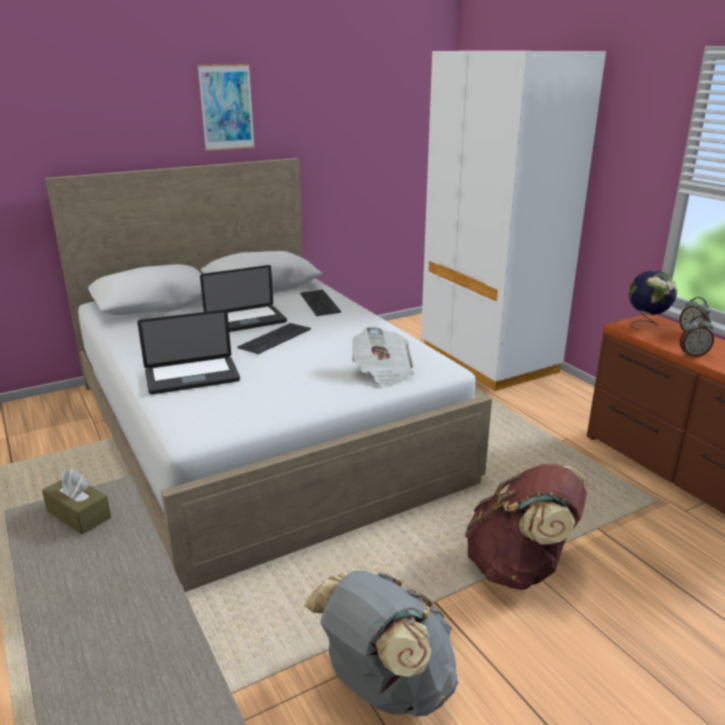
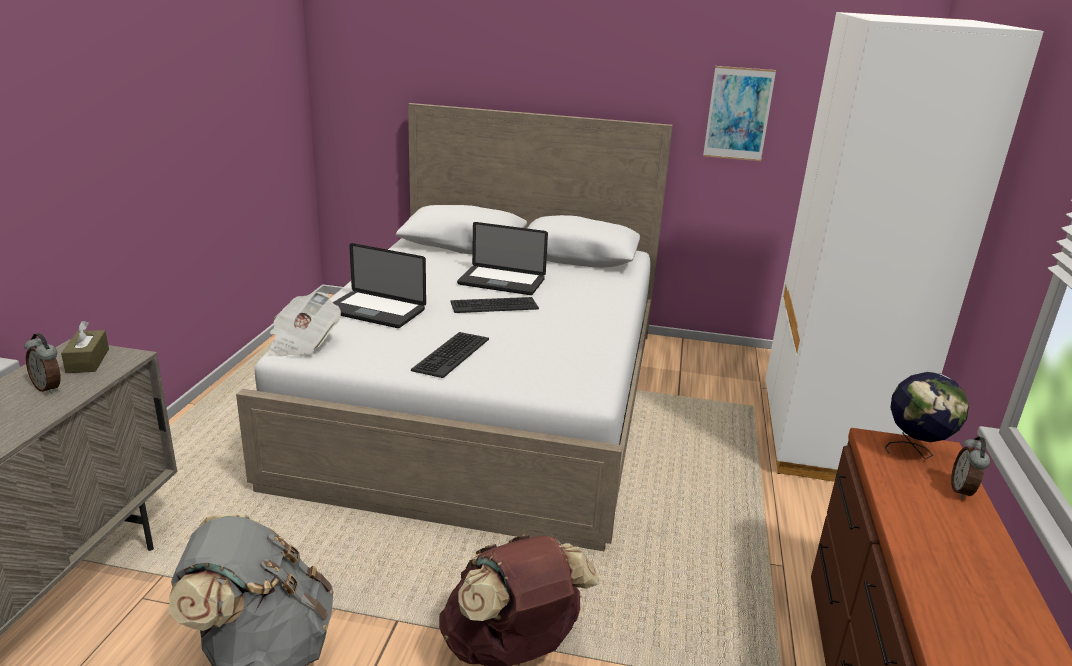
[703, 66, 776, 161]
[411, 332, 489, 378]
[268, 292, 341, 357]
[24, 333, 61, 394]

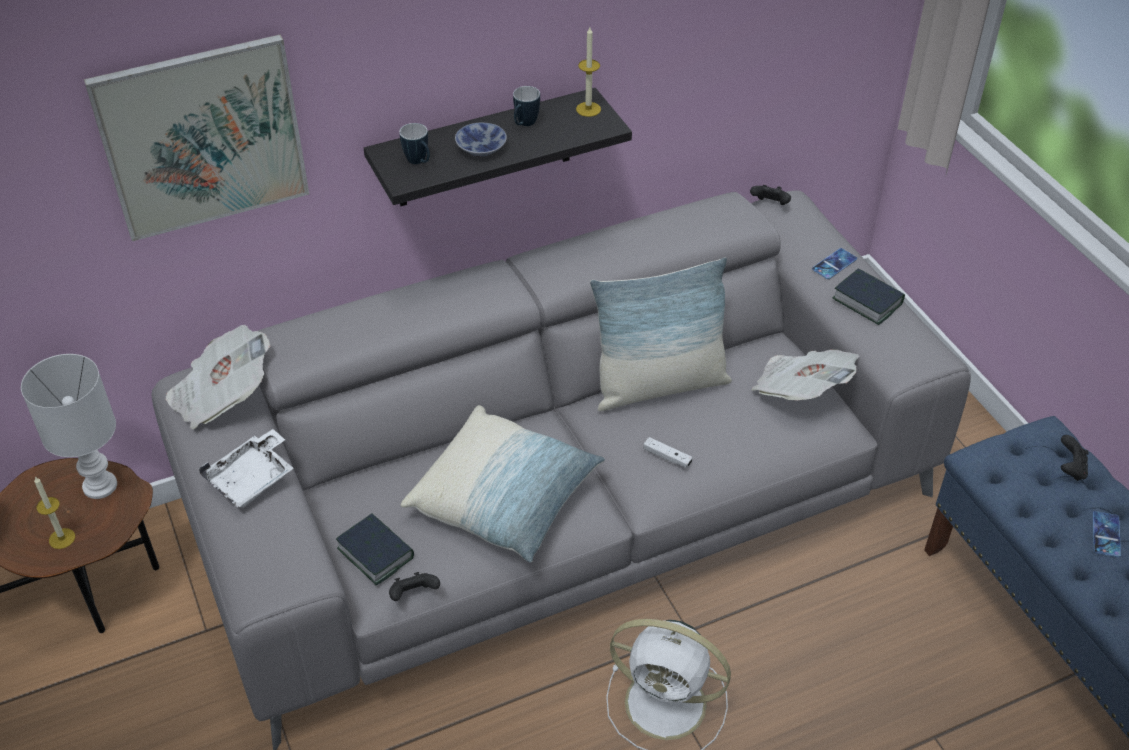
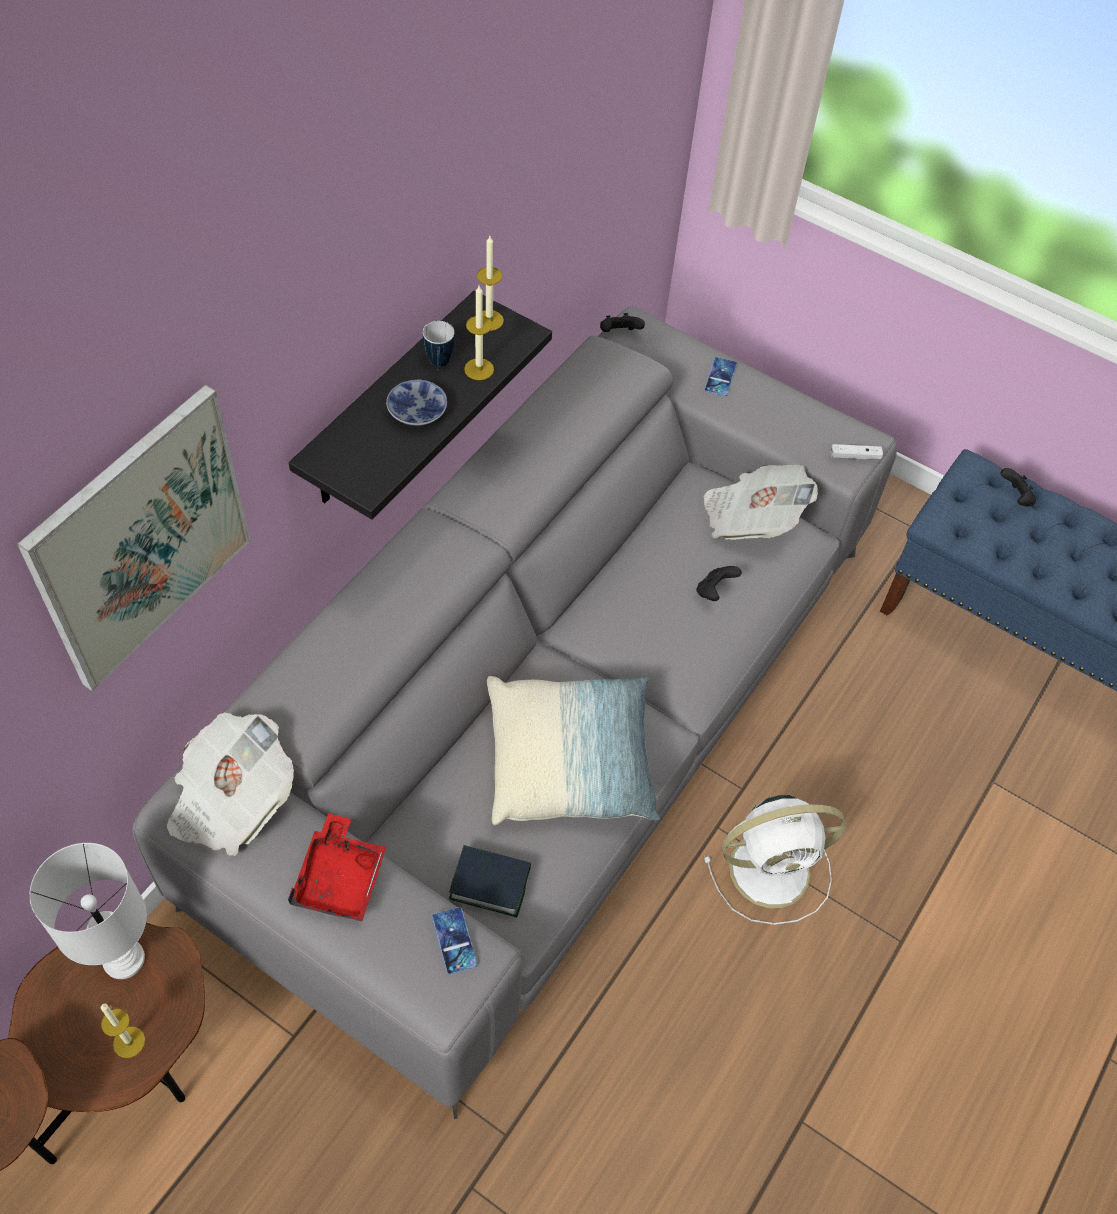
[288, 813, 386, 921]
[696, 566, 742, 601]
[400, 123, 430, 164] (first image)
[590, 258, 732, 411] (first image)
[831, 444, 883, 459]
[833, 268, 905, 325] (first image)
[432, 907, 477, 974]
[464, 286, 494, 380]

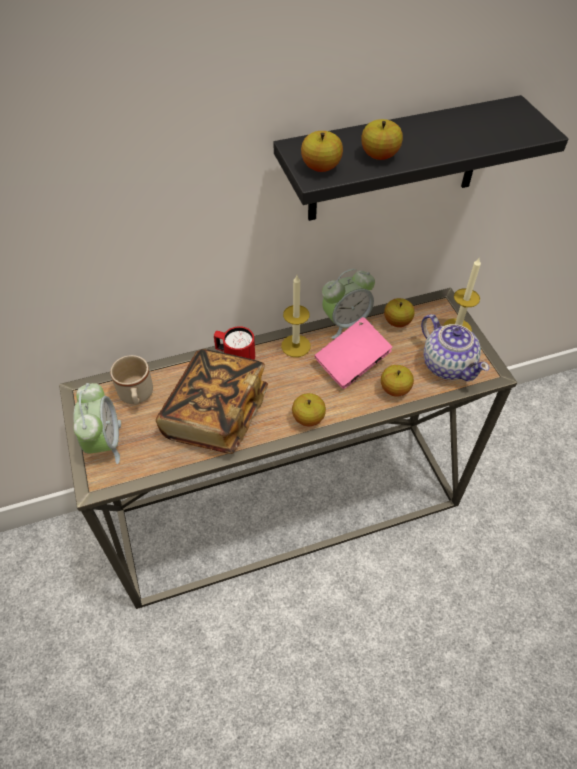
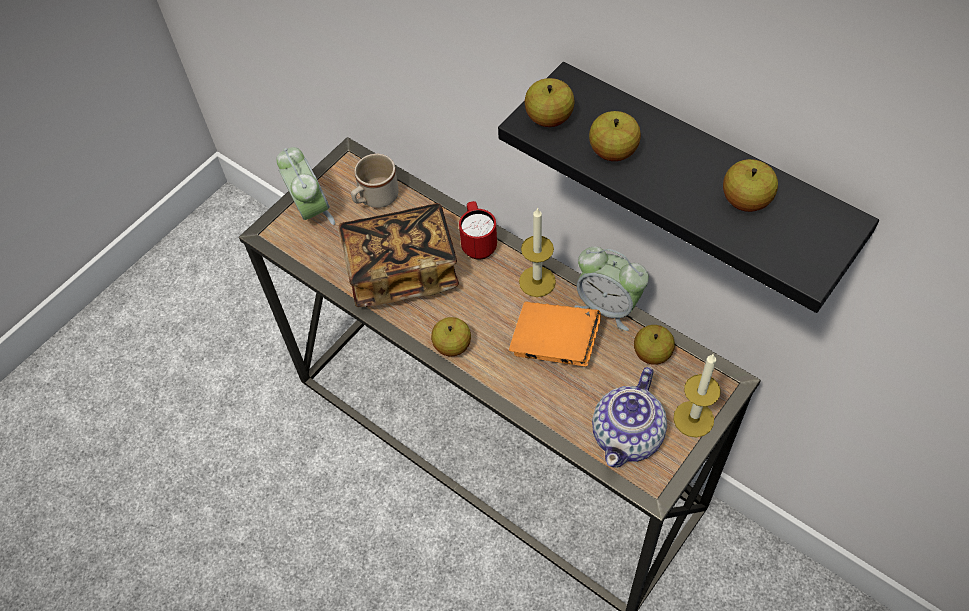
[276, 147, 335, 225]
[509, 302, 601, 366]
[723, 159, 778, 212]

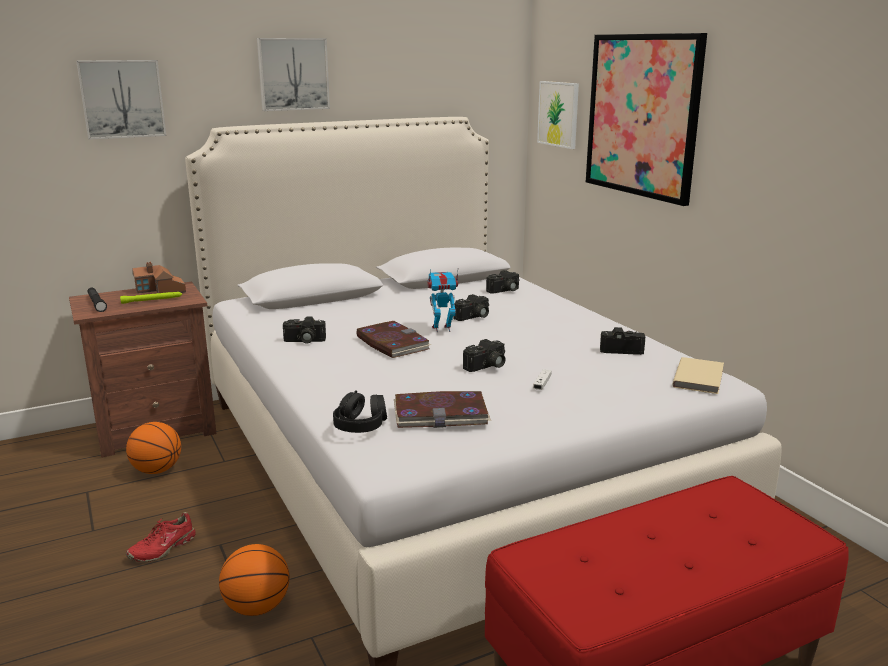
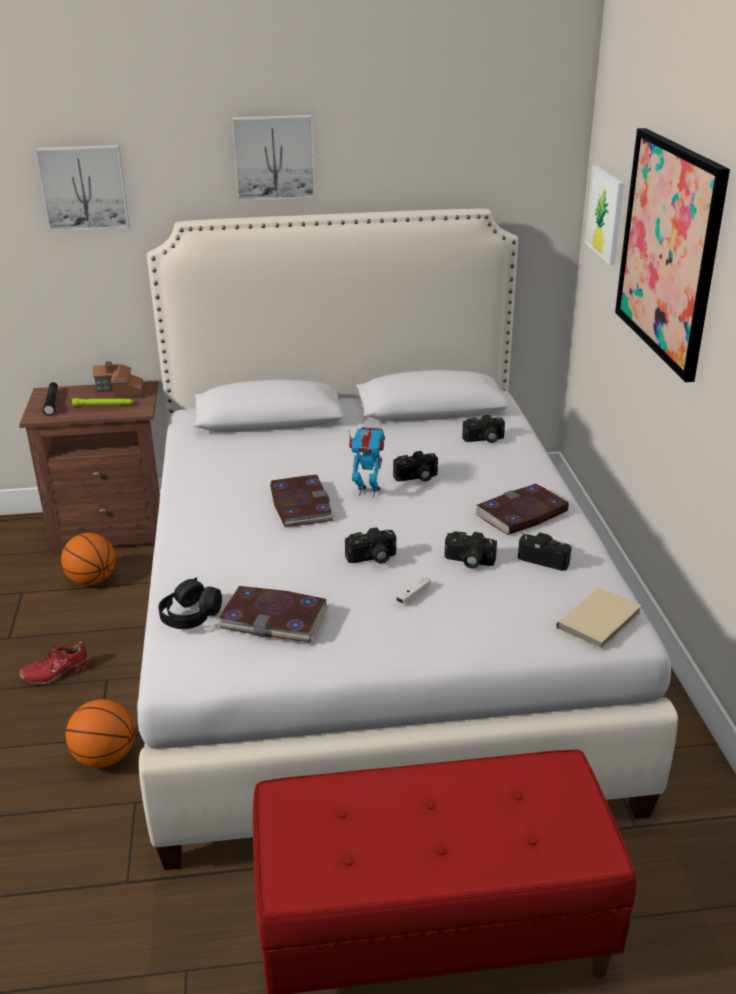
[444, 531, 497, 569]
[475, 484, 569, 535]

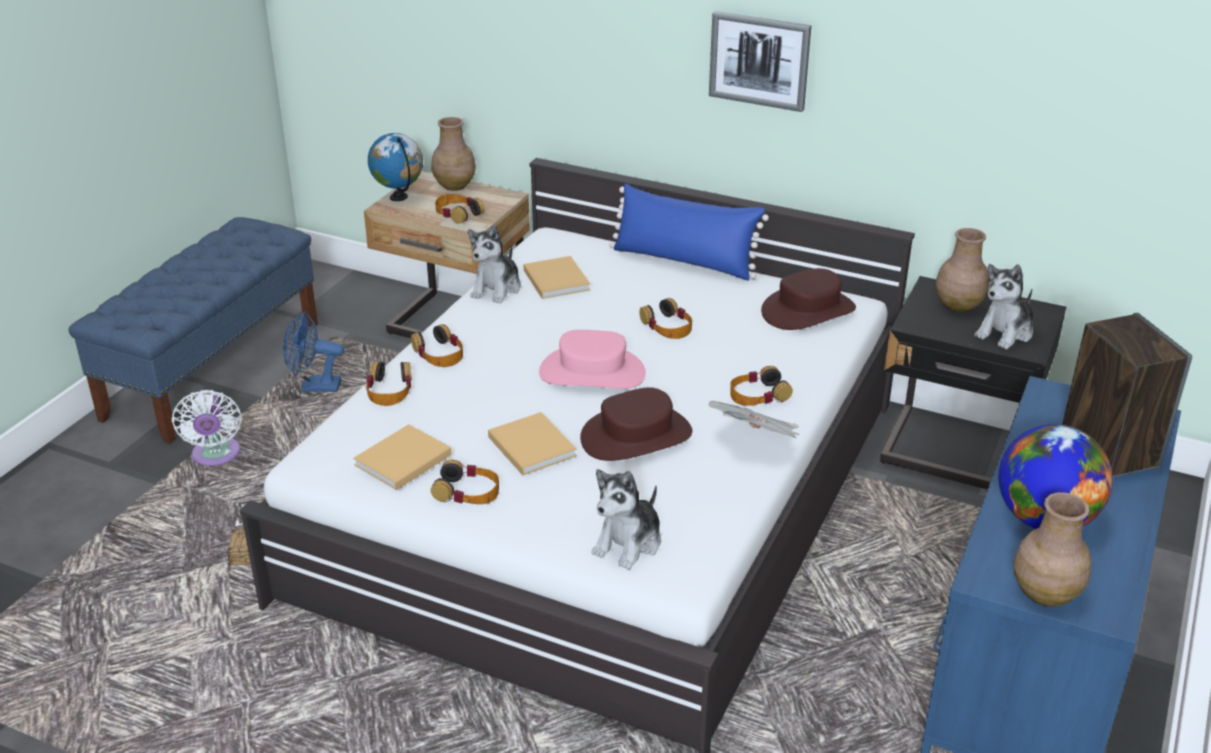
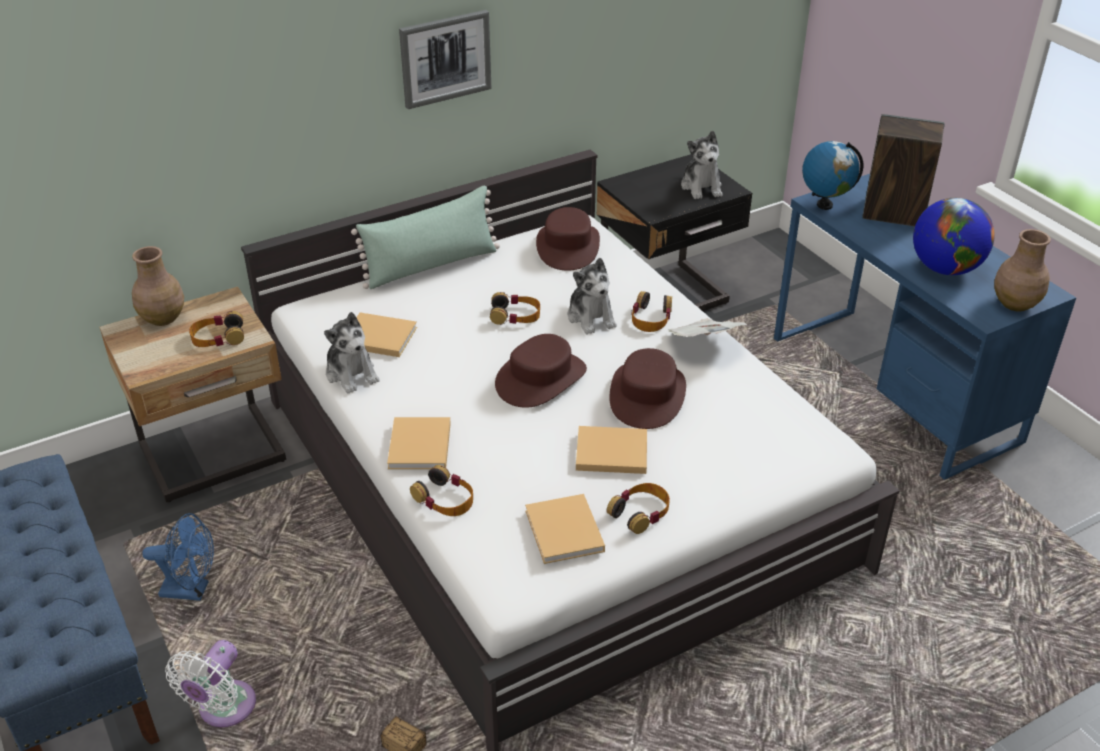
[165, 640, 256, 727]
[142, 513, 214, 601]
[802, 141, 863, 210]
[387, 417, 451, 470]
[495, 334, 587, 408]
[568, 258, 617, 335]
[351, 185, 500, 289]
[936, 228, 989, 313] (first image)

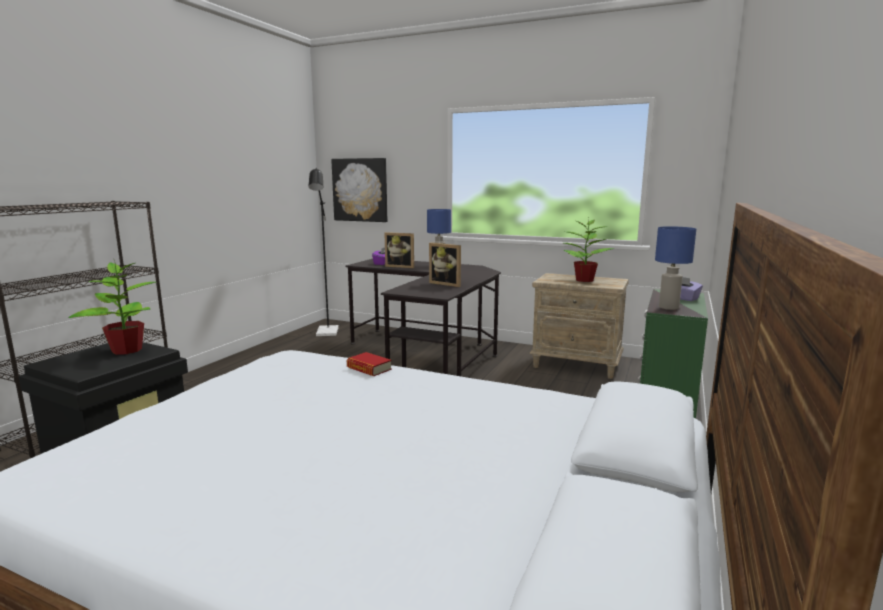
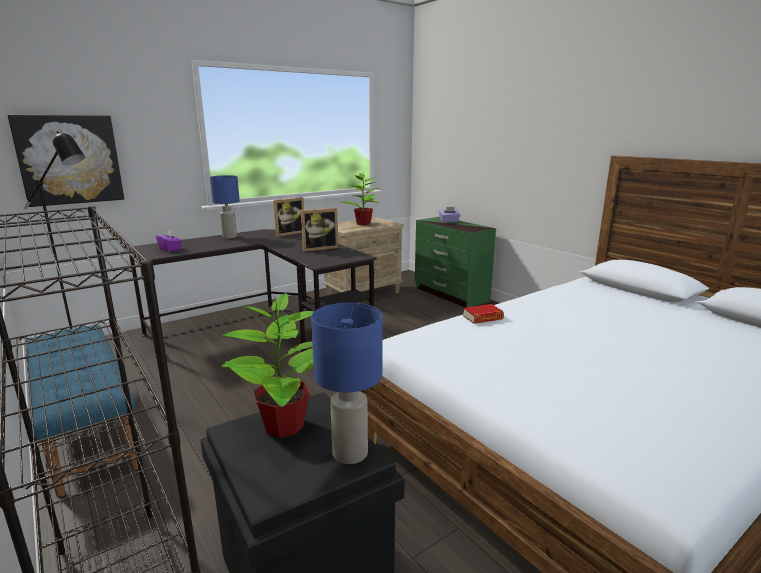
[273, 197, 304, 237]
[311, 303, 382, 464]
[25, 325, 138, 497]

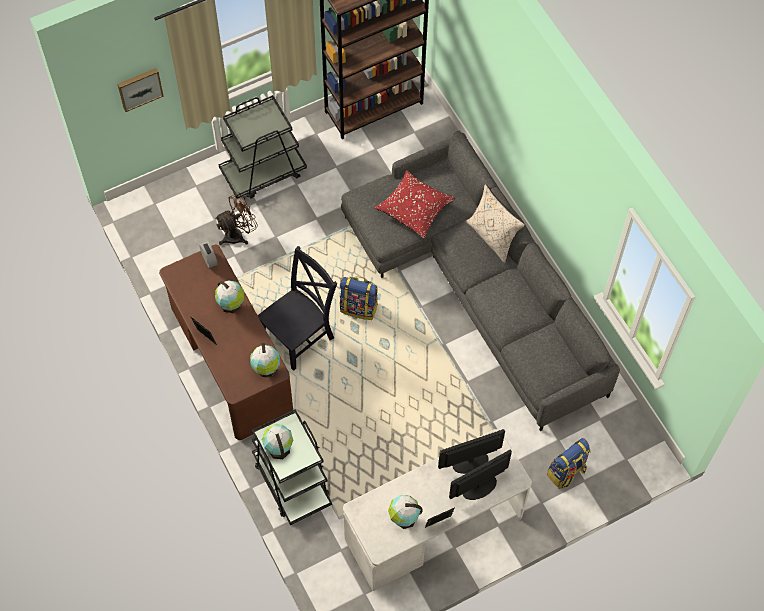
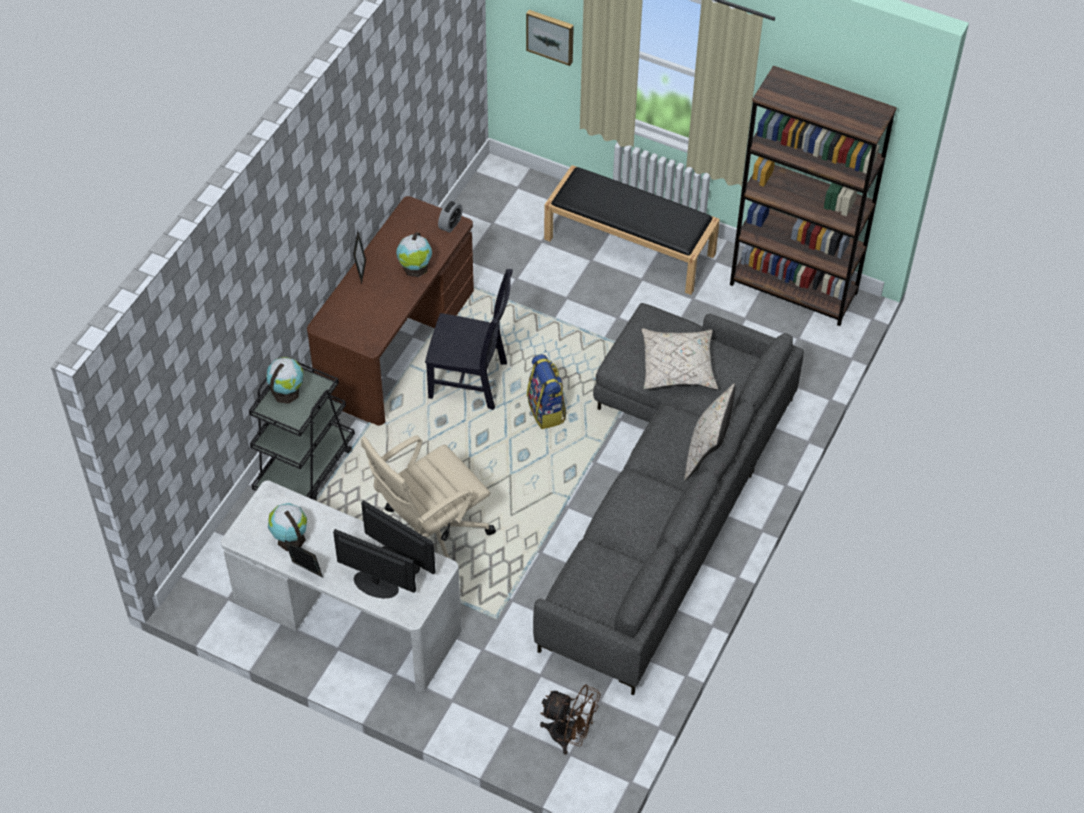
[540, 684, 601, 755]
[544, 165, 720, 295]
[250, 343, 280, 377] (first image)
[641, 328, 718, 390]
[547, 438, 591, 489] (first image)
[361, 435, 496, 559]

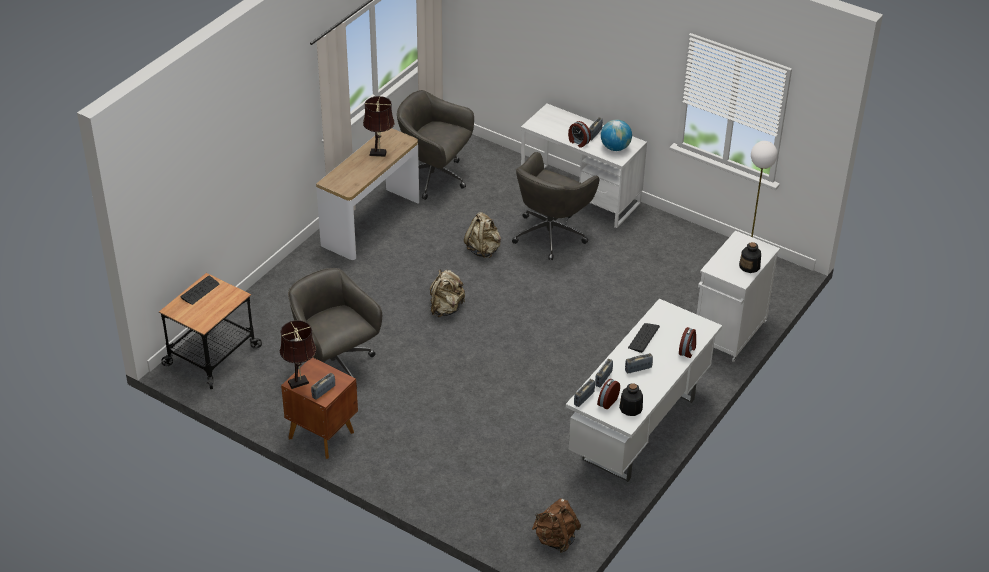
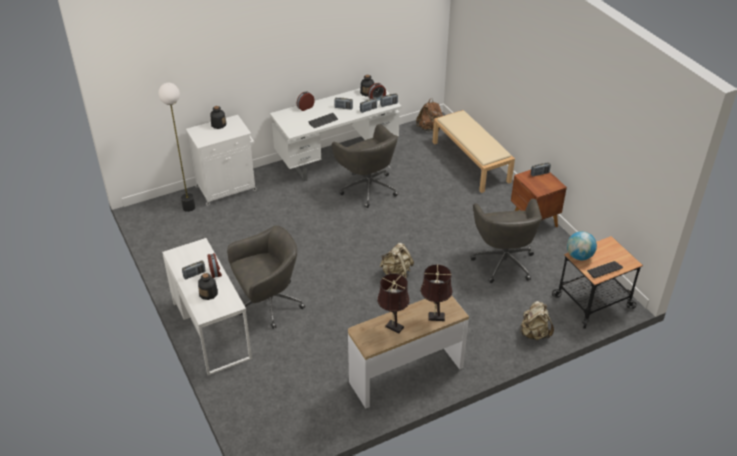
[420, 264, 453, 321]
[332, 124, 398, 208]
[520, 301, 554, 340]
[567, 231, 597, 260]
[198, 273, 218, 300]
[433, 110, 515, 193]

